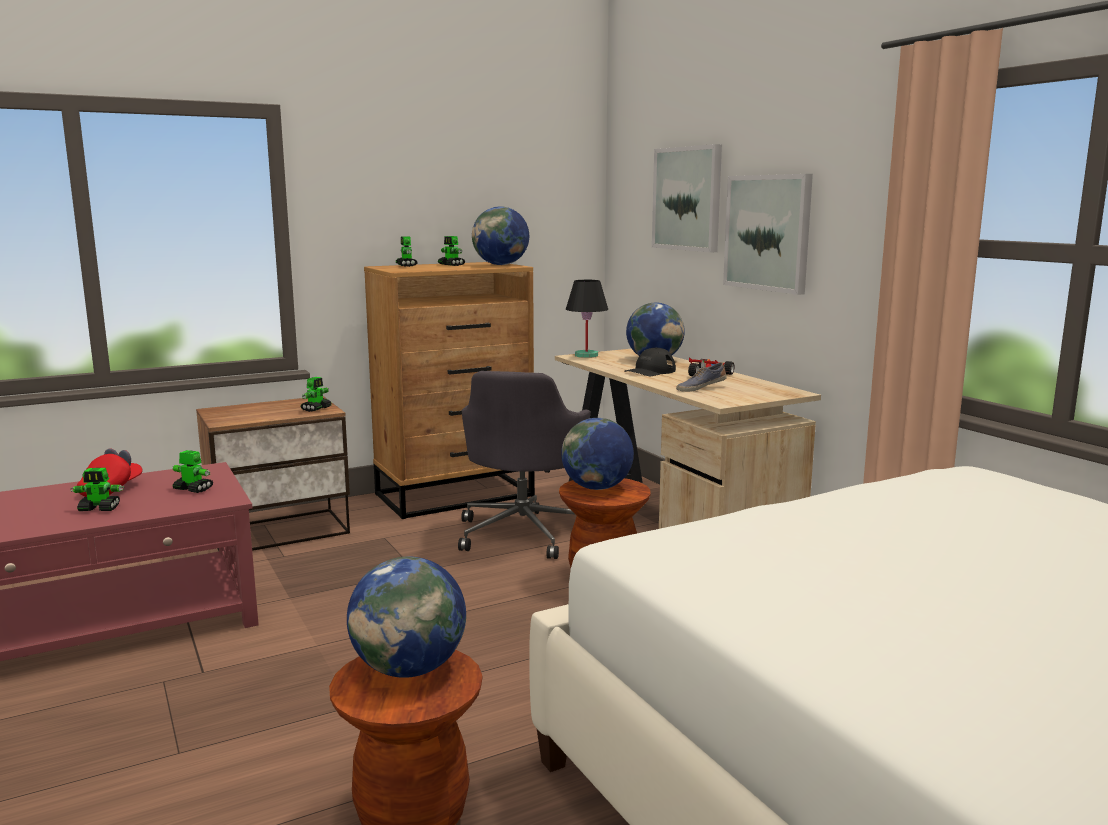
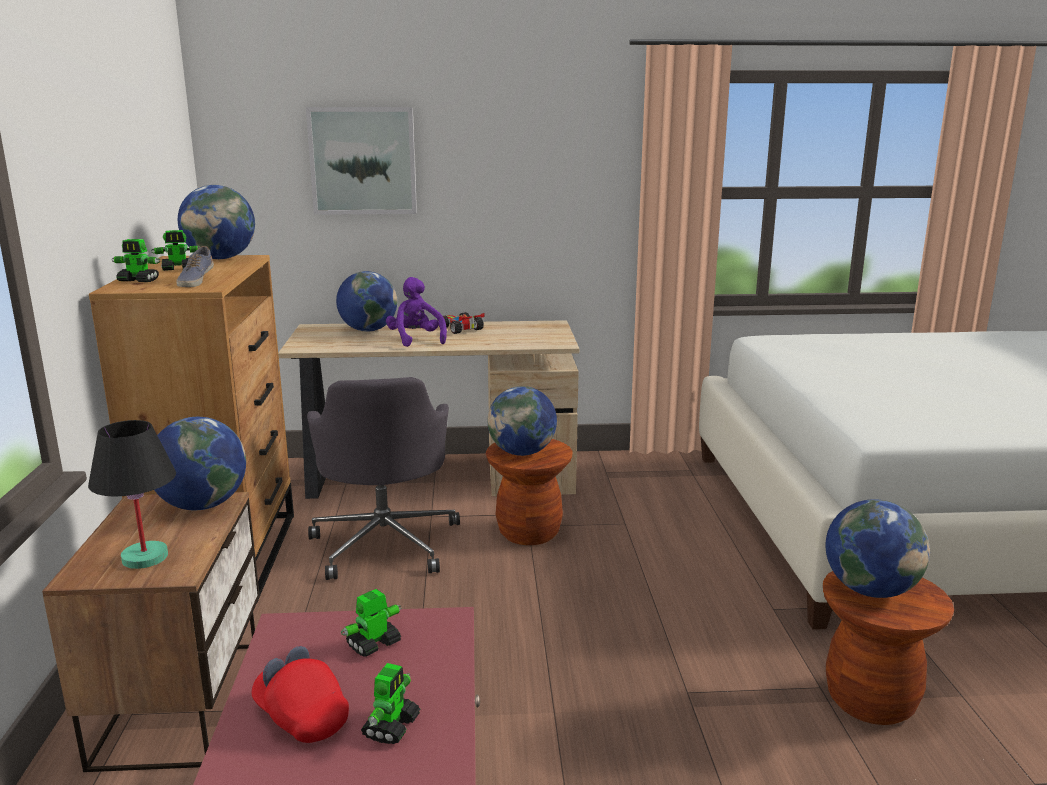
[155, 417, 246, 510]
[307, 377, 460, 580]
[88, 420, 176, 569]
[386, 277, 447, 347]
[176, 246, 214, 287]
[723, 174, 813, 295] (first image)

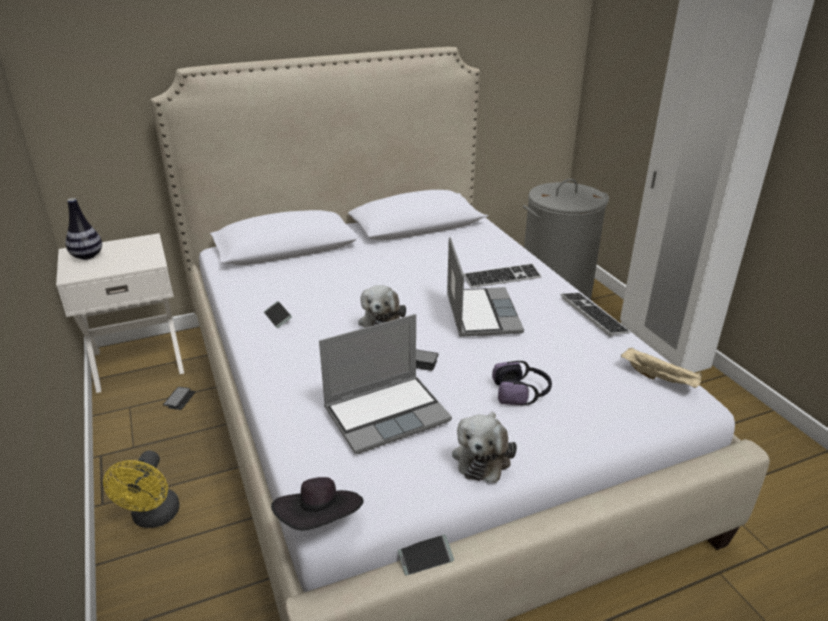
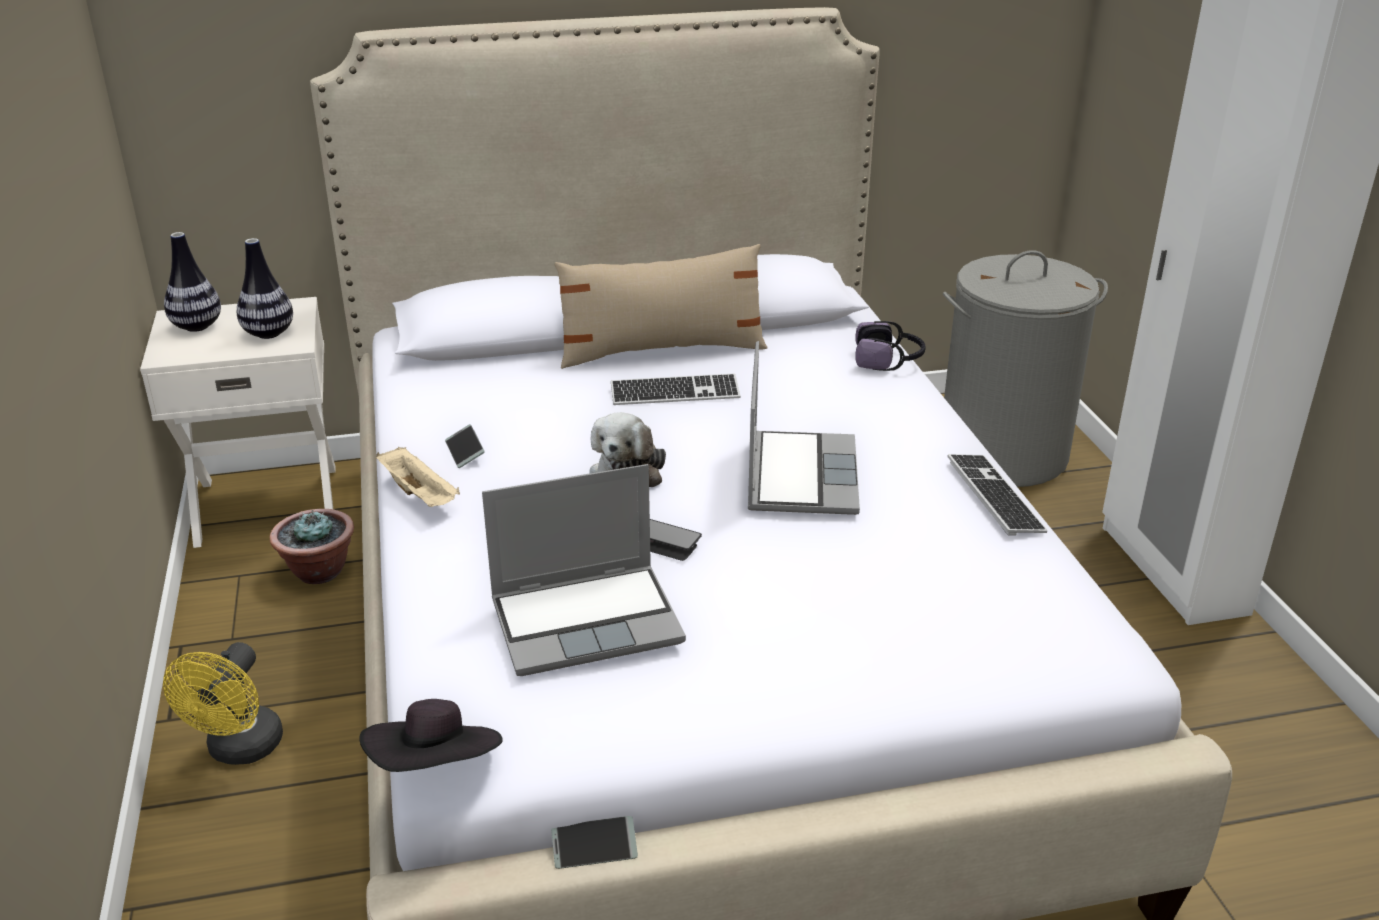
[270, 509, 354, 584]
[452, 412, 517, 483] (first image)
[611, 373, 740, 405]
[855, 321, 926, 371]
[376, 447, 460, 507]
[237, 238, 293, 339]
[555, 244, 768, 369]

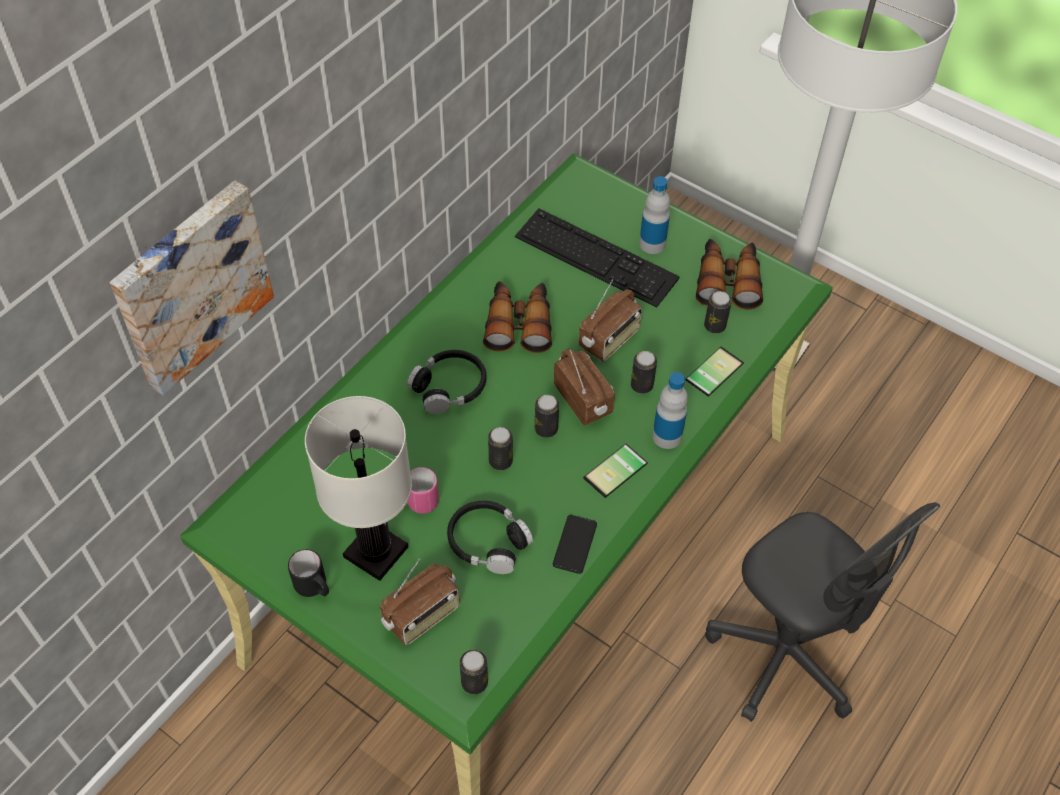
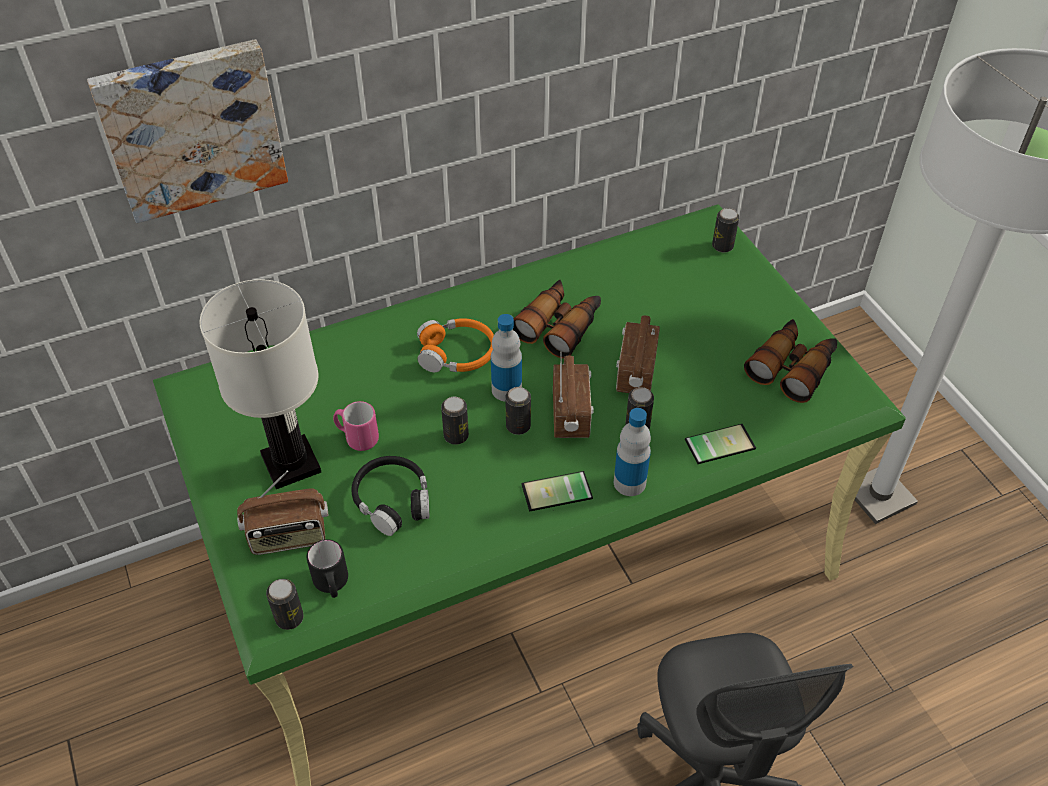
[307, 539, 348, 598]
[417, 318, 494, 372]
[515, 208, 680, 308] (first image)
[553, 515, 597, 574] (first image)
[616, 315, 660, 393]
[491, 314, 522, 401]
[712, 208, 739, 252]

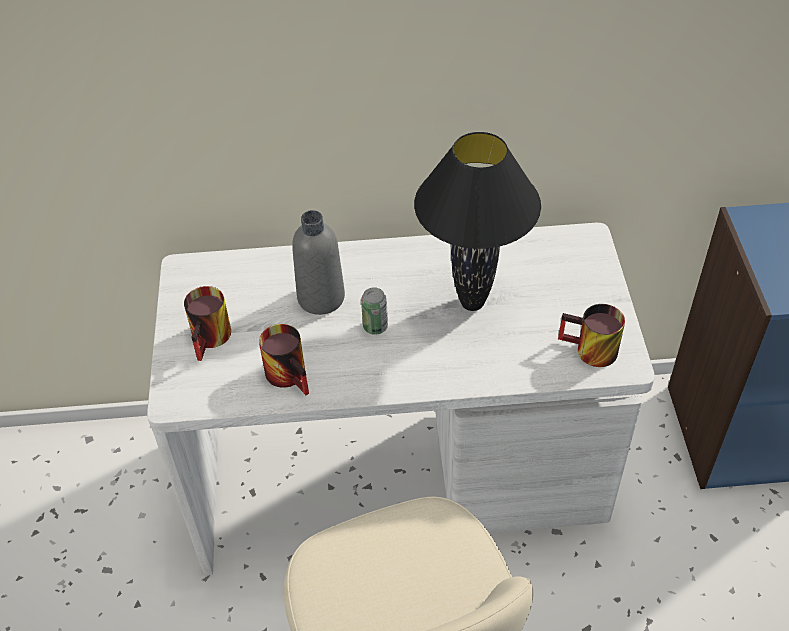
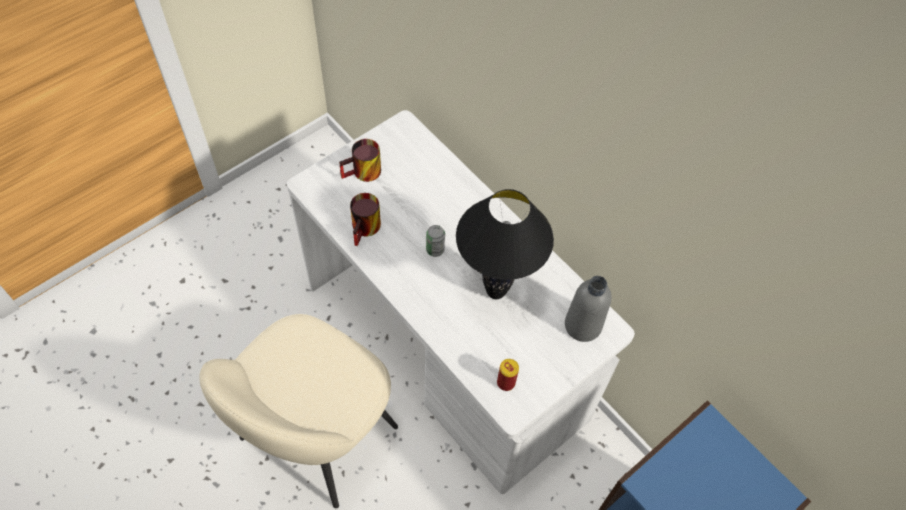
[565, 276, 612, 342]
[497, 359, 519, 391]

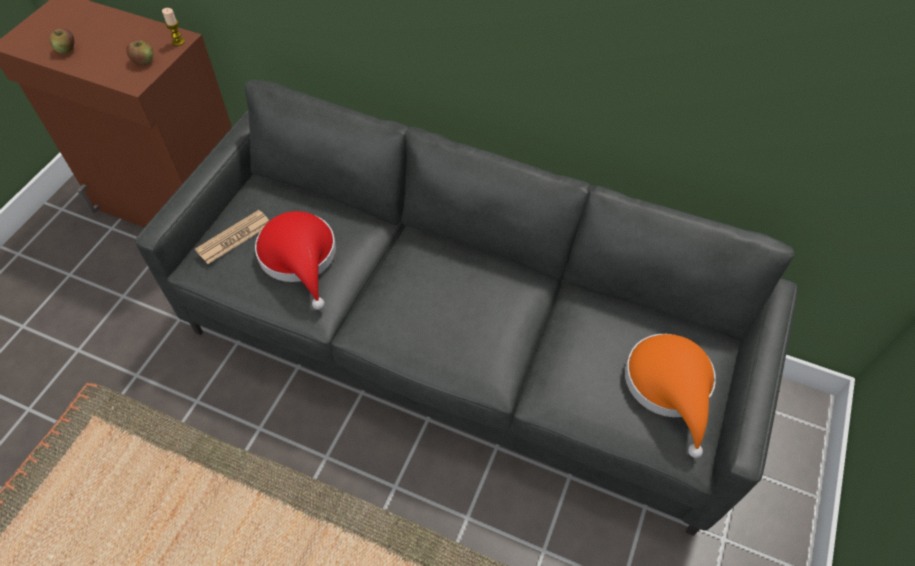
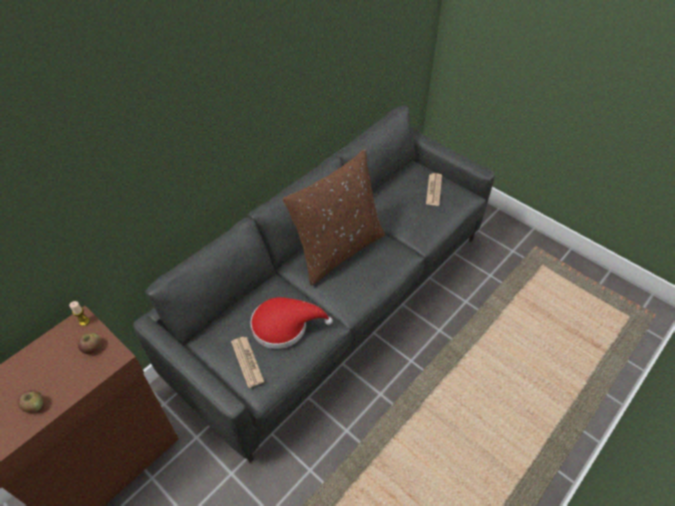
[426, 173, 442, 206]
[283, 149, 385, 286]

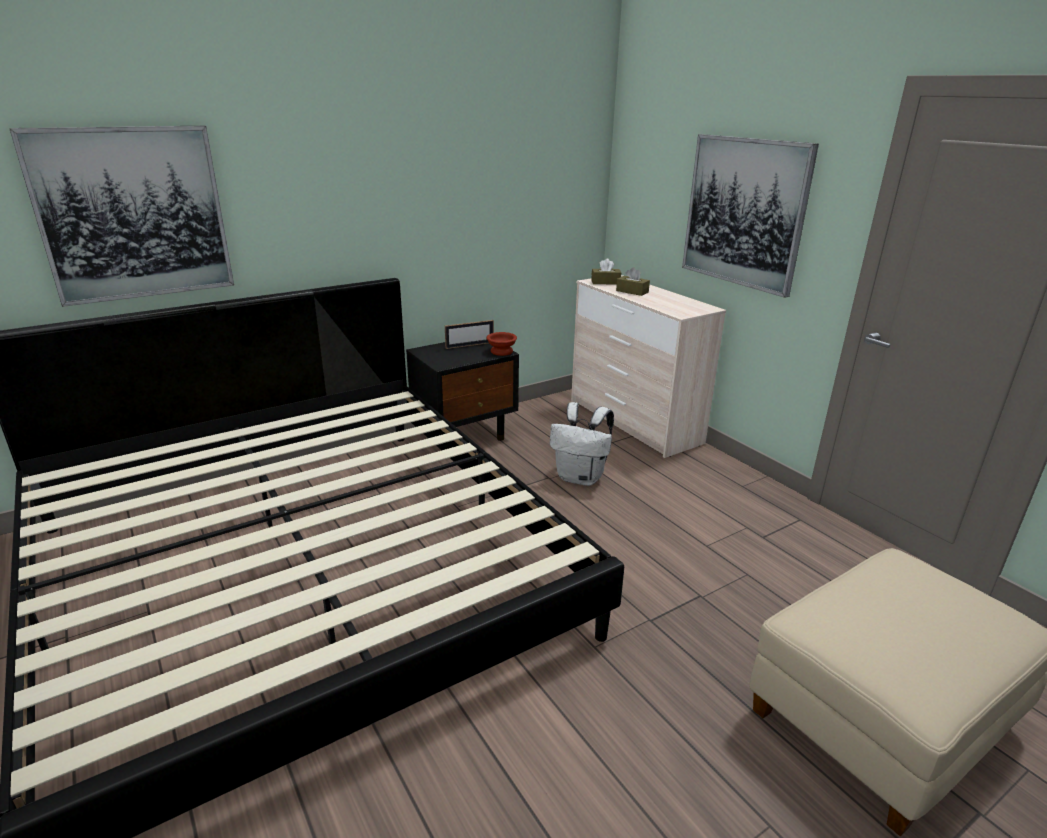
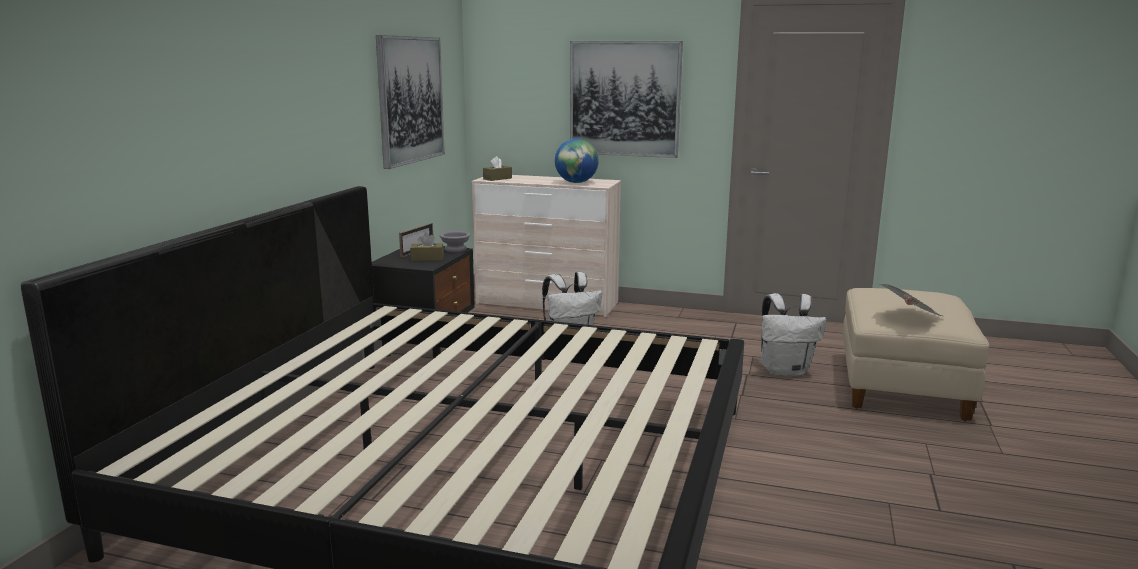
[376, 35, 445, 169]
[440, 231, 470, 252]
[410, 233, 444, 261]
[555, 138, 599, 183]
[761, 293, 826, 376]
[879, 284, 942, 316]

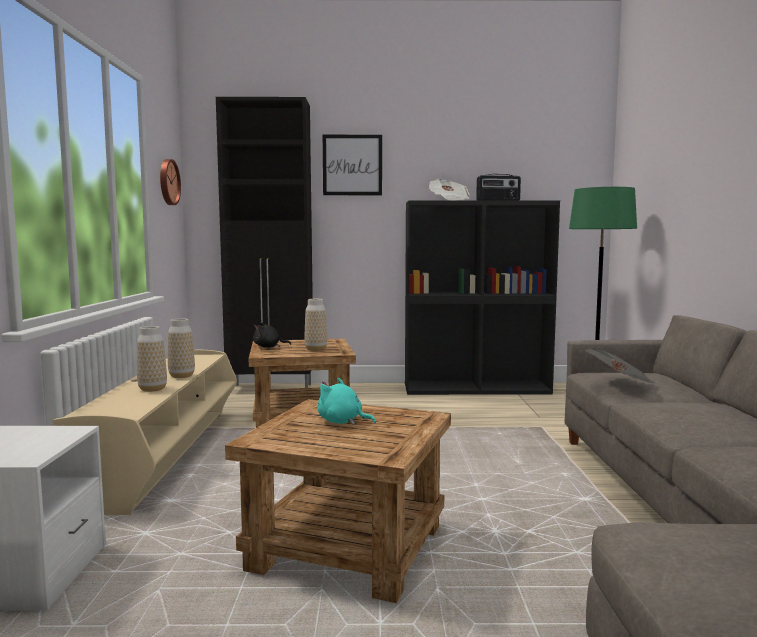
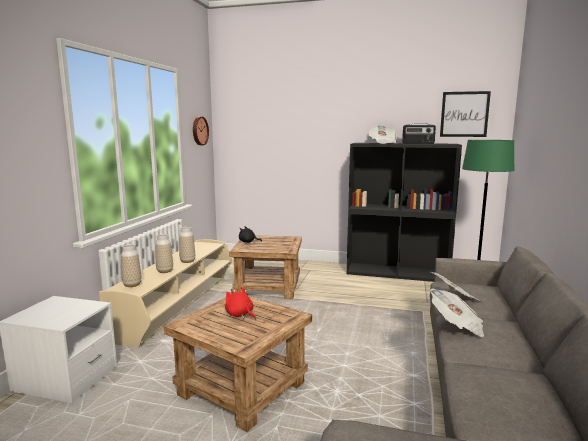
[216, 97, 313, 393] (first image)
[121, 244, 141, 287]
[225, 287, 256, 320]
[440, 91, 491, 137]
[430, 288, 484, 337]

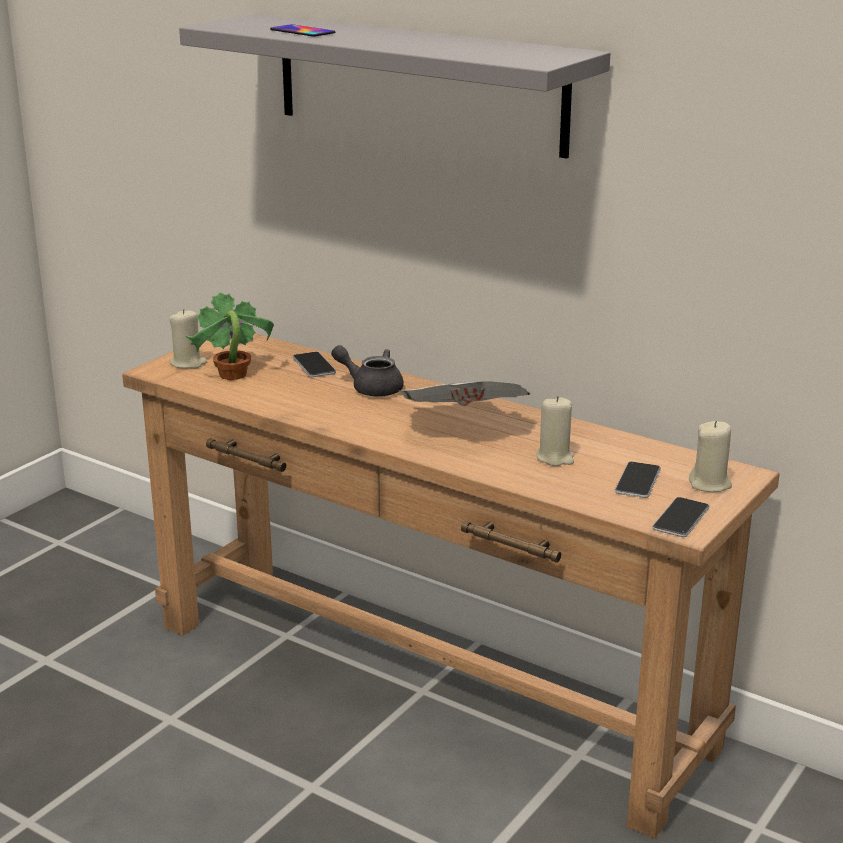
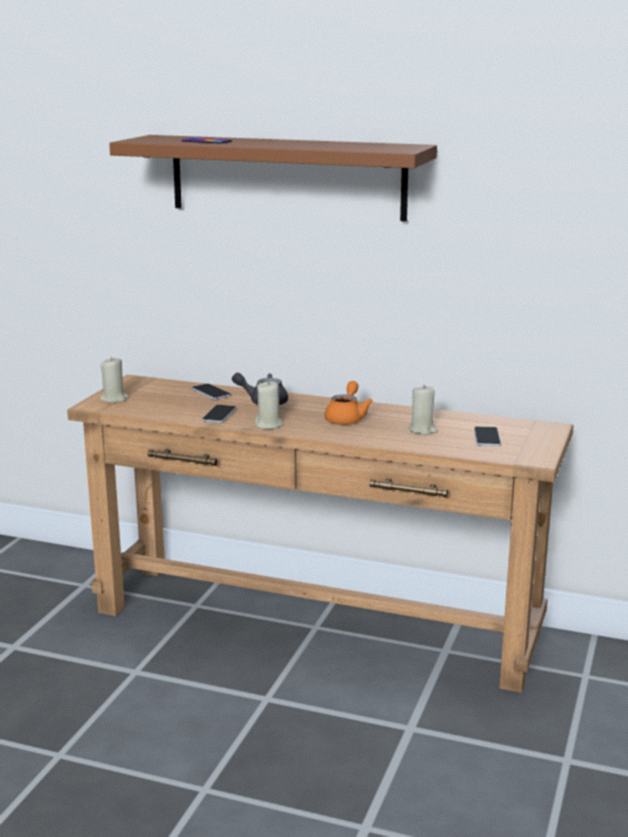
[109, 135, 437, 221]
[185, 292, 274, 380] (first image)
[324, 381, 373, 425]
[202, 405, 237, 423]
[255, 380, 284, 429]

